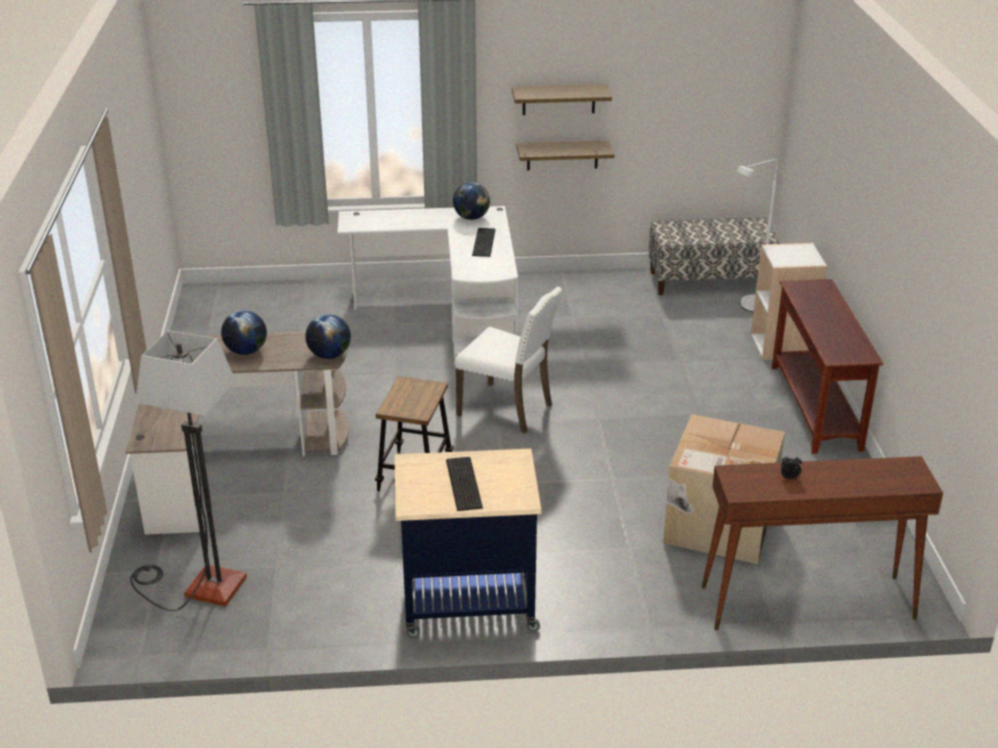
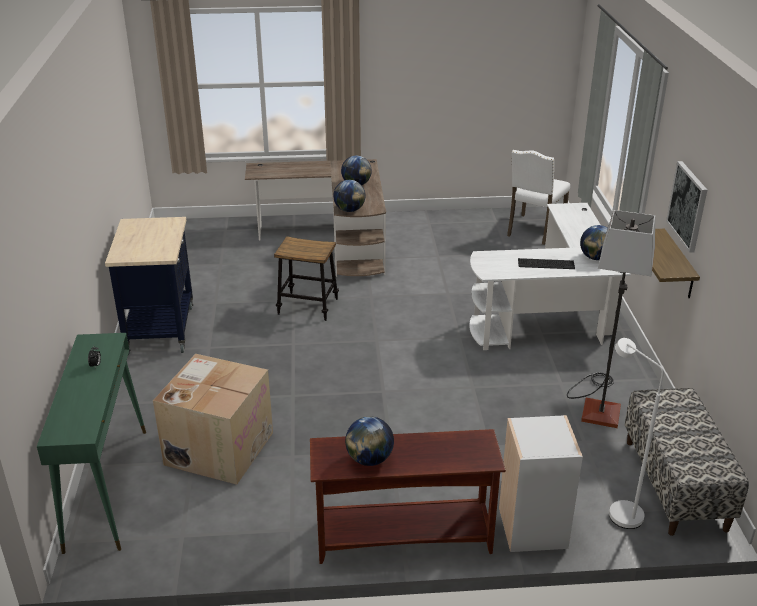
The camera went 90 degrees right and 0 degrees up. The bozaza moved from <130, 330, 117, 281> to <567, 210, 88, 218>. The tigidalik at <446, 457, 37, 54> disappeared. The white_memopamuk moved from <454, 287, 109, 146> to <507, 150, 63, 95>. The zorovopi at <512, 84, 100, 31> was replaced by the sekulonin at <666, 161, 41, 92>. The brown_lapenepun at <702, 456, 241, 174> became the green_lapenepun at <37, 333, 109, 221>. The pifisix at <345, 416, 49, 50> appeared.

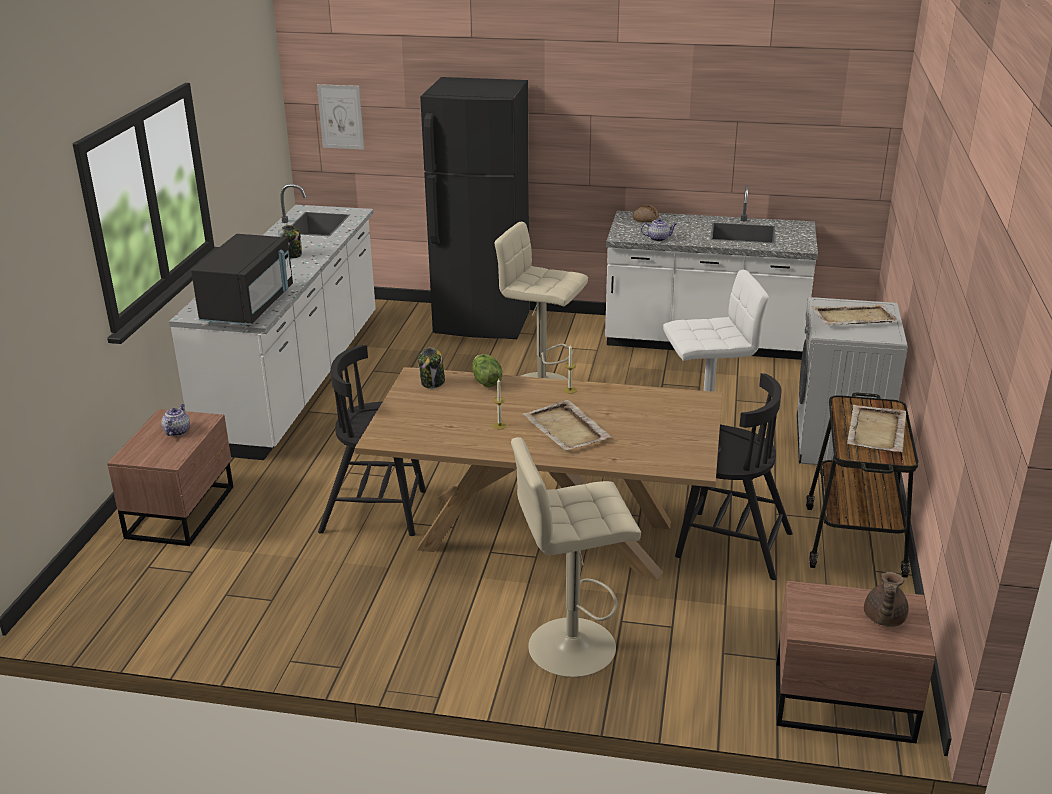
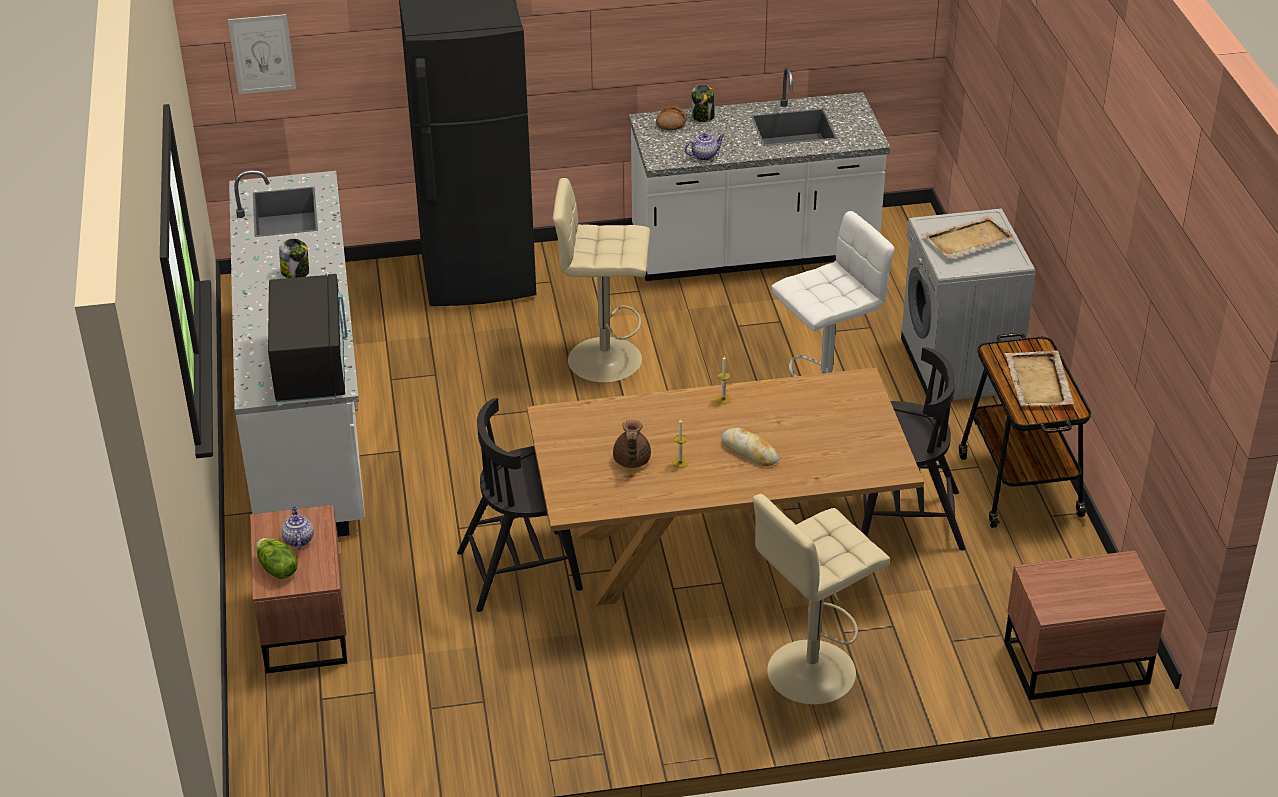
The camera went 20 degrees left and 10 degrees up. The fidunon moved from <418, 348, 27, 41> to <691, 84, 24, 38>. The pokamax moved from <472, 354, 30, 33> to <256, 538, 42, 41>. The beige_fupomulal at <522, 400, 90, 51> was replaced by the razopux at <721, 428, 58, 38>. The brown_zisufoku moved from <864, 572, 45, 55> to <613, 420, 38, 48>.

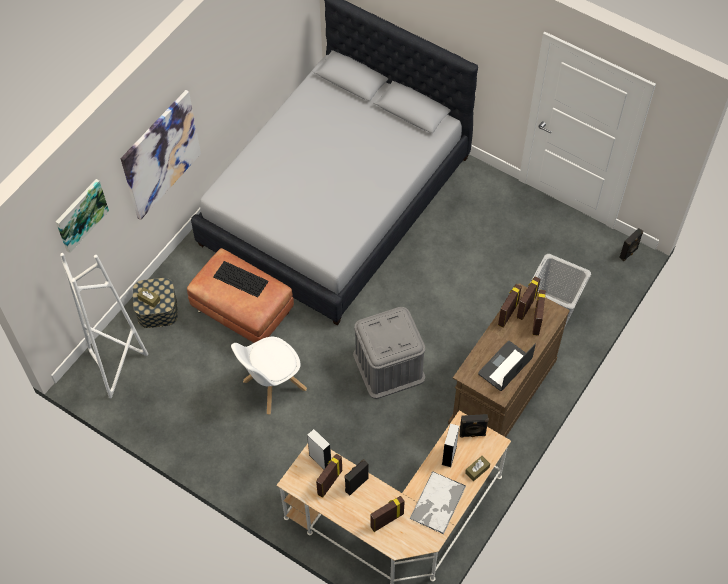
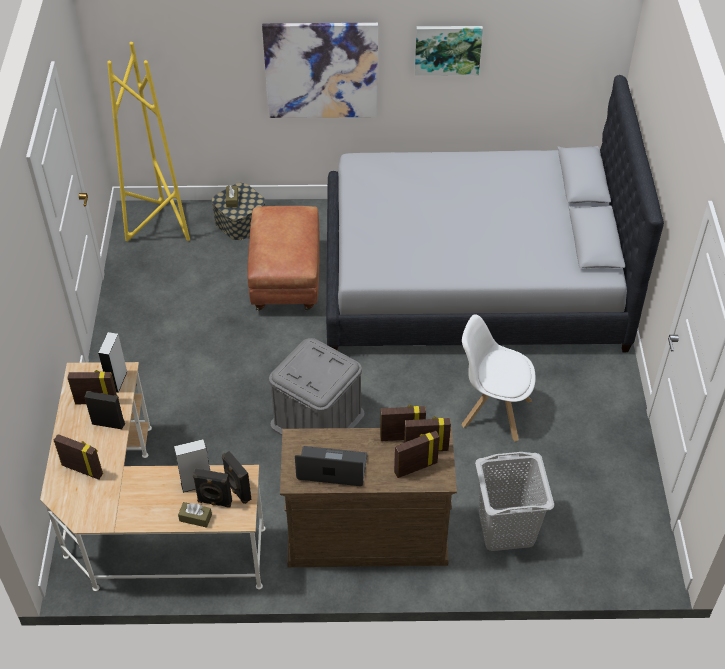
The camera went 55 degrees right and 10 degrees down. The sekulonin moved from <56, 179, 53, 74> to <415, 26, 68, 50>. The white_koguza at <60, 253, 88, 145> became the yellow_koguza at <107, 42, 83, 199>. The tigidalik at <213, 261, 56, 37> disappeared. The white_memopamuk moved from <231, 337, 76, 78> to <461, 314, 75, 128>. The fupomulal at <409, 471, 57, 63> disappeared. The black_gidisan moved from <619, 228, 24, 33> to <193, 468, 39, 40>.

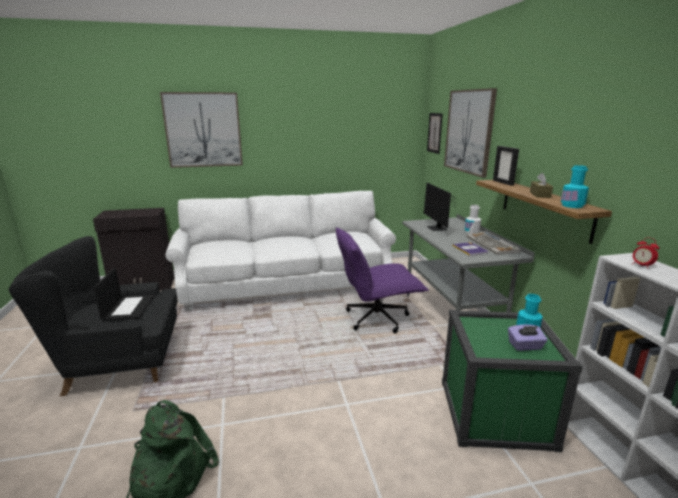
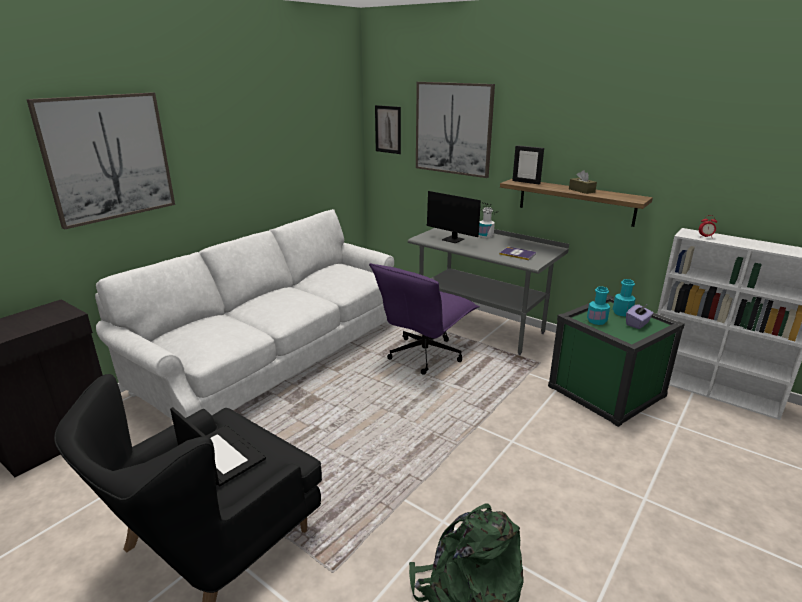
The camera went 40 degrees left and 5 degrees up. The tigidalik at <466, 232, 55, 23> disappeared. The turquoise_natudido moved from <561, 165, 28, 43> to <587, 286, 23, 39>.

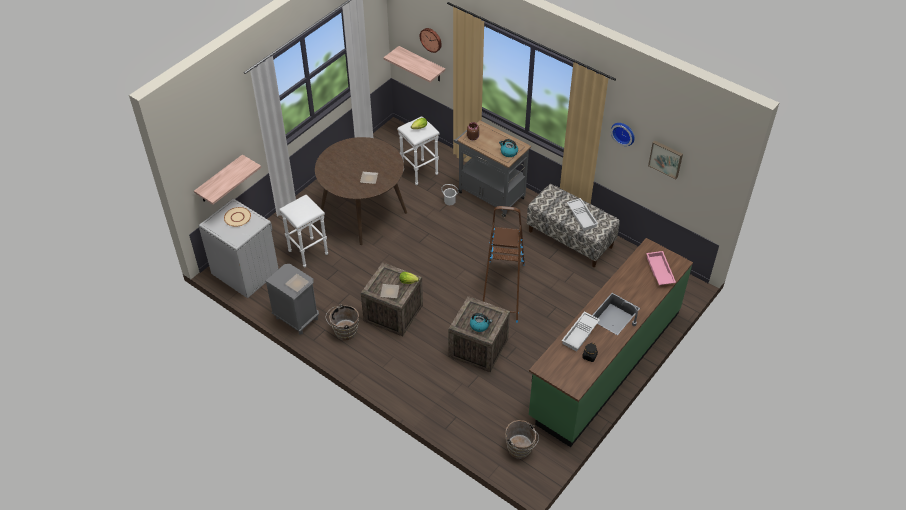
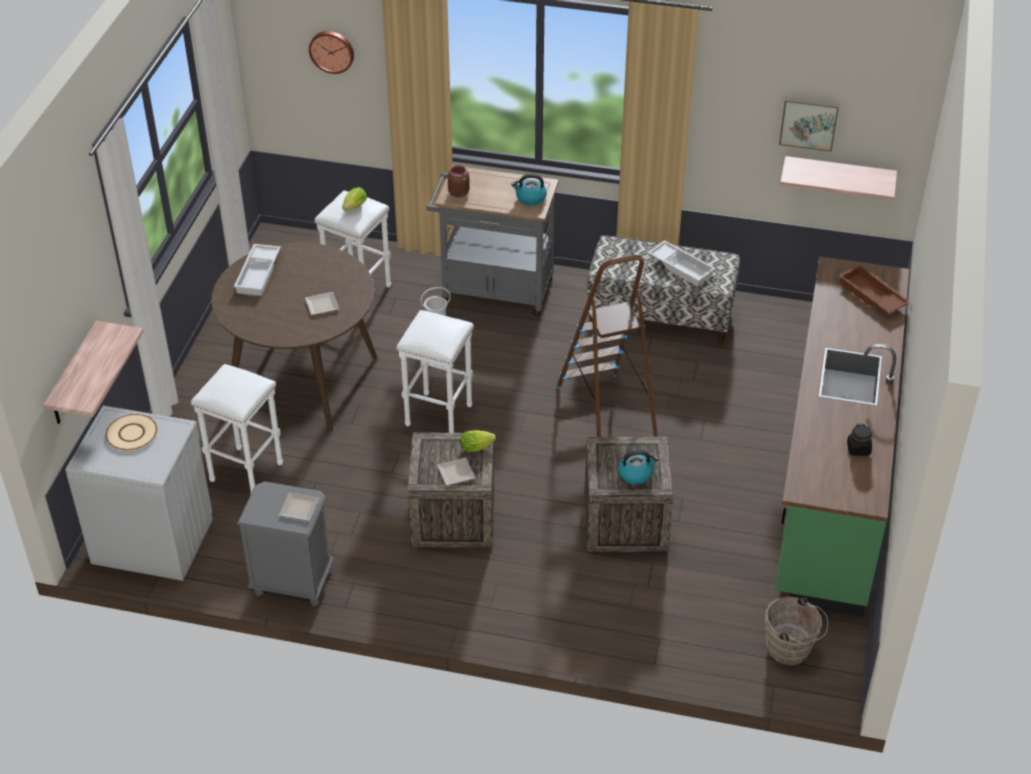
The camera went 25 degrees left and 5 degrees down. The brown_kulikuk at <326, 304, 33, 37> disappeared. The zorovopi moved from <384, 46, 61, 36> to <780, 156, 117, 45>. The white_fupomulal moved from <562, 312, 38, 39> to <234, 244, 47, 52>. The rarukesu at <611, 123, 24, 23> disappeared. The pink_fupomulal at <646, 251, 30, 34> became the brown_fupomulal at <839, 265, 71, 49>. The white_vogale at <397, 310, 77, 123> appeared.

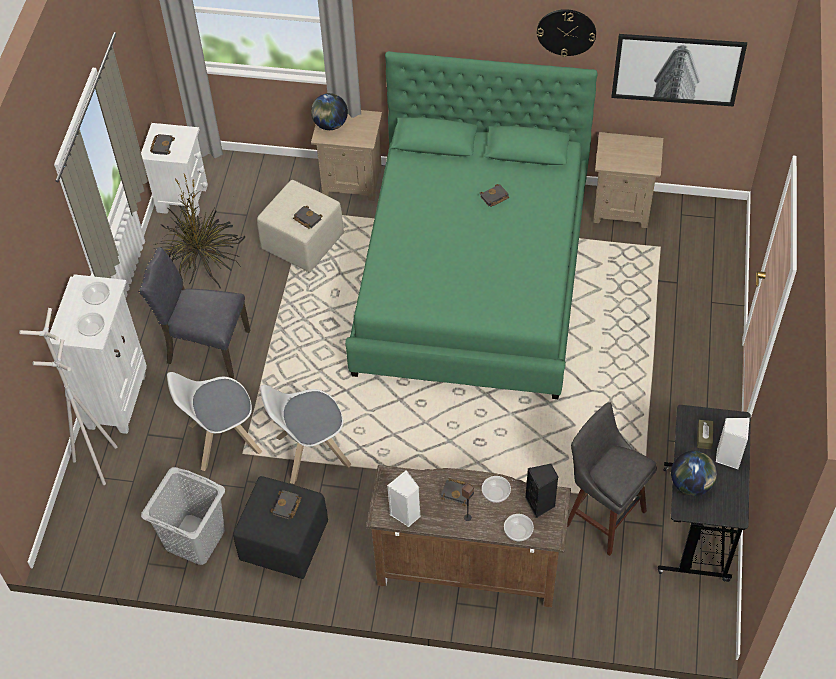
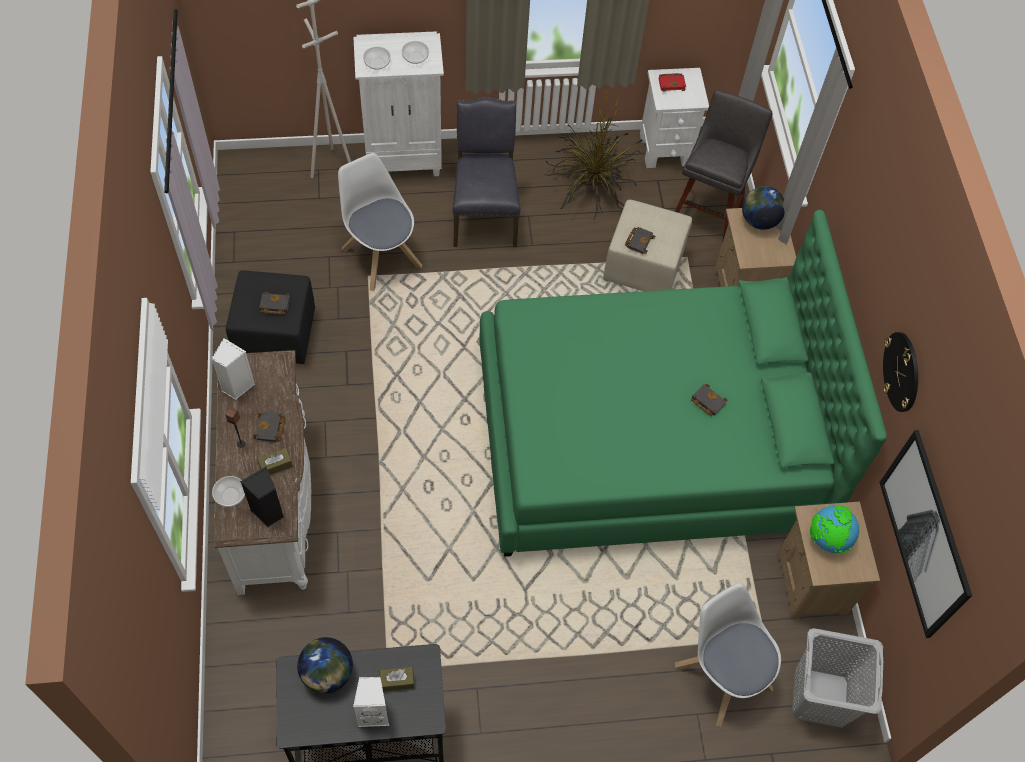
The camera went 70 degrees right and 5 degrees up. The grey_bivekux moved from <141, 467, 84, 98> to <792, 628, 91, 100>. The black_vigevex at <150, 134, 25, 21> became the red_vigevex at <659, 73, 27, 19>. The memopamuk moved from <260, 385, 91, 99> to <675, 583, 106, 144>. The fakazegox at <482, 476, 29, 27> was replaced by the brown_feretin at <257, 448, 36, 27>. The grey_vogale moved from <567, 402, 90, 154> to <675, 90, 98, 153>. The pifisix at <810, 505, 49, 49> appeared.

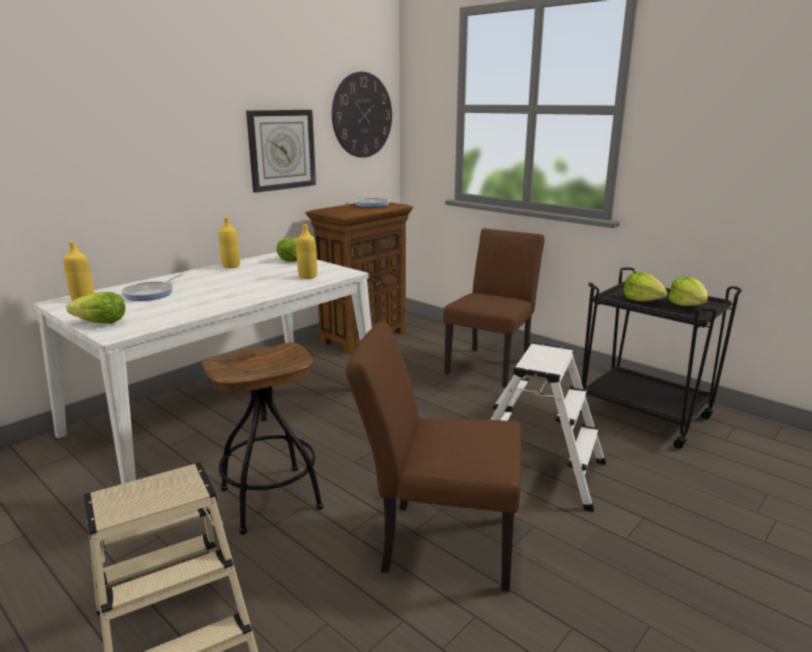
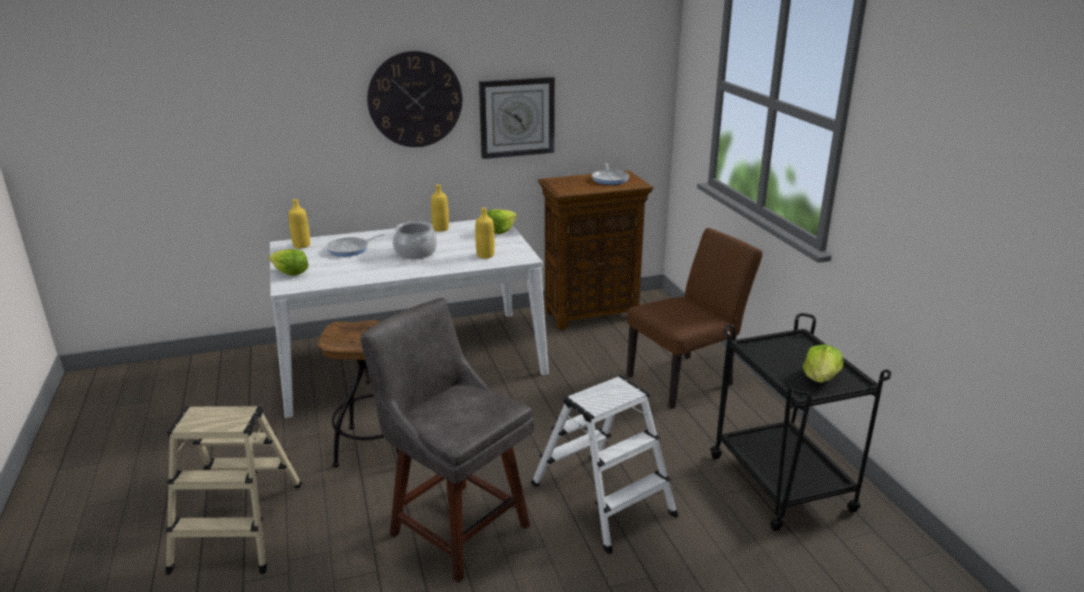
The camera went 30 degrees right and 5 degrees up. The rarukesu moved from <332, 72, 60, 86> to <367, 51, 95, 96>. The brown_memopamuk at <346, 322, 175, 270> was replaced by the grey_vogale at <360, 298, 175, 285>. The pokamax at <623, 272, 45, 29> disappeared. The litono at <393, 221, 44, 38> appeared.

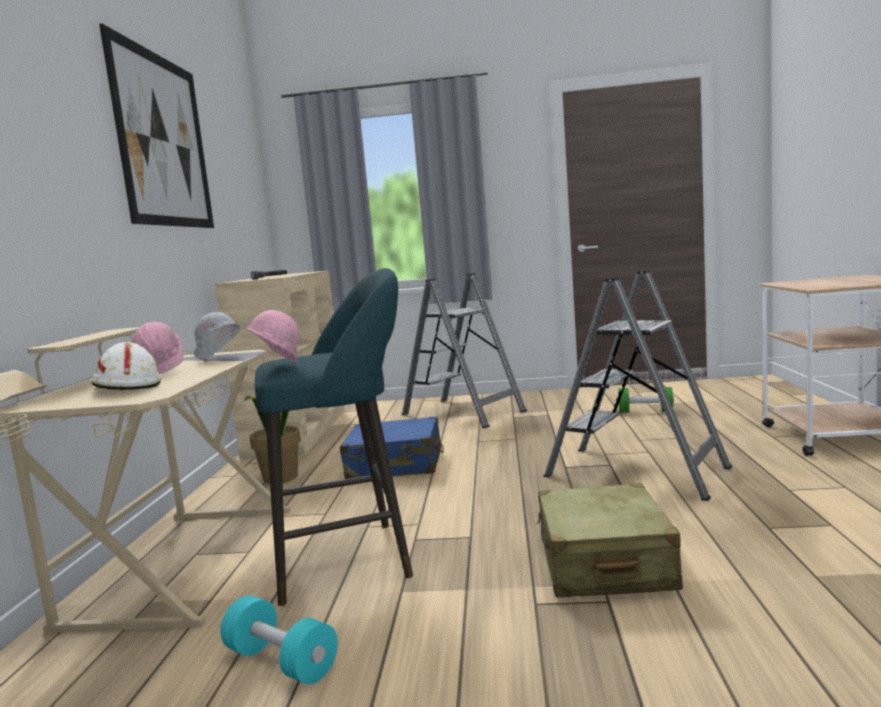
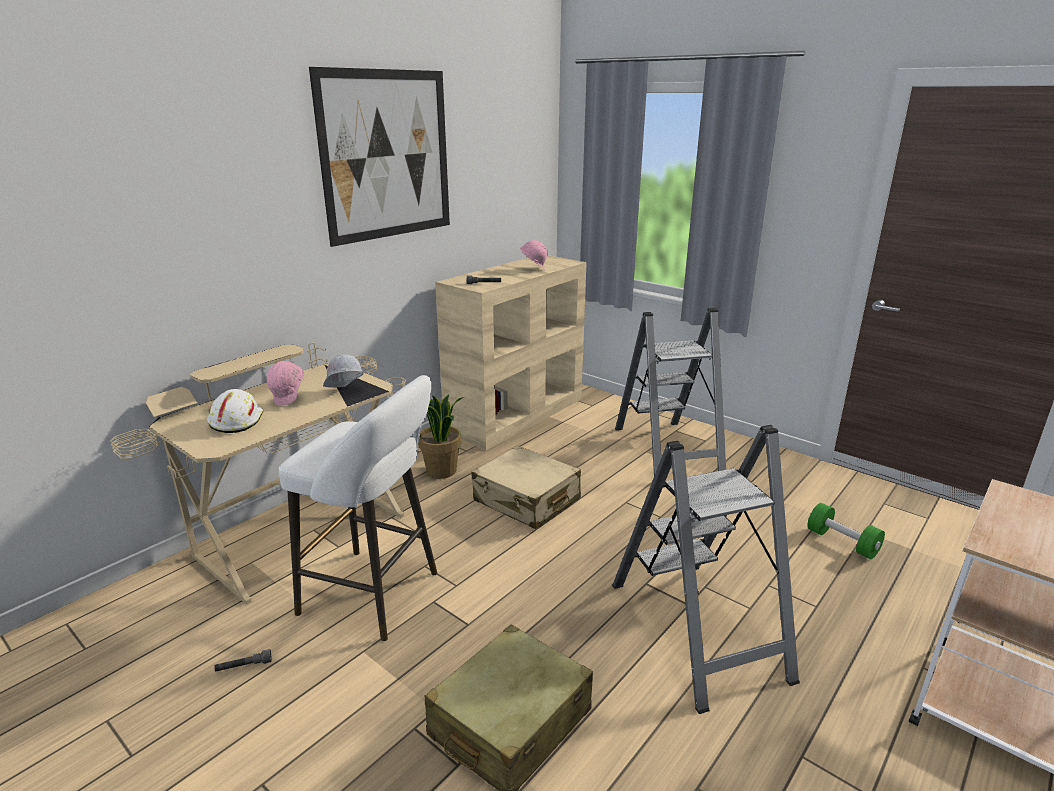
The camera went 35 degrees right and 15 degrees up. The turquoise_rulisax at <220, 595, 118, 90> was replaced by the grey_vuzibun at <215, 649, 57, 22>. The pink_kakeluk moved from <245, 310, 54, 54> to <520, 240, 28, 30>. The turquoise_vogale at <255, 268, 158, 338> became the white_vogale at <279, 375, 158, 266>. The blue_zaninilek at <340, 416, 104, 63> became the beige_zaninilek at <472, 446, 109, 83>.

